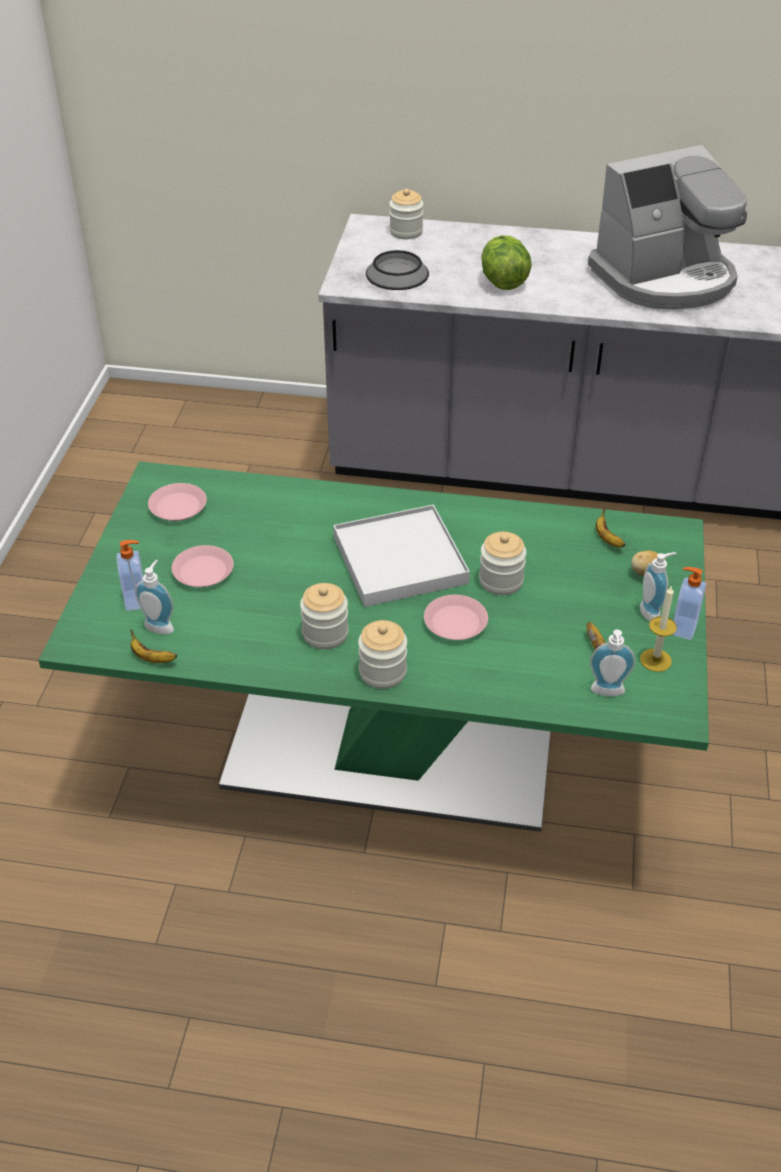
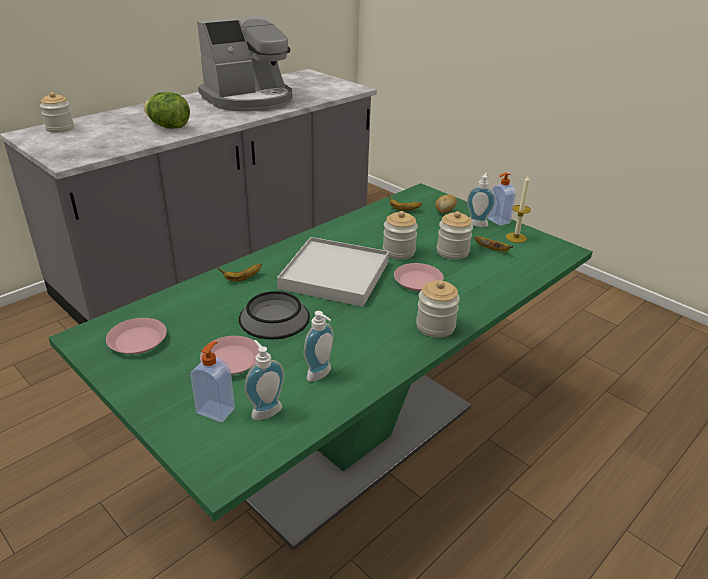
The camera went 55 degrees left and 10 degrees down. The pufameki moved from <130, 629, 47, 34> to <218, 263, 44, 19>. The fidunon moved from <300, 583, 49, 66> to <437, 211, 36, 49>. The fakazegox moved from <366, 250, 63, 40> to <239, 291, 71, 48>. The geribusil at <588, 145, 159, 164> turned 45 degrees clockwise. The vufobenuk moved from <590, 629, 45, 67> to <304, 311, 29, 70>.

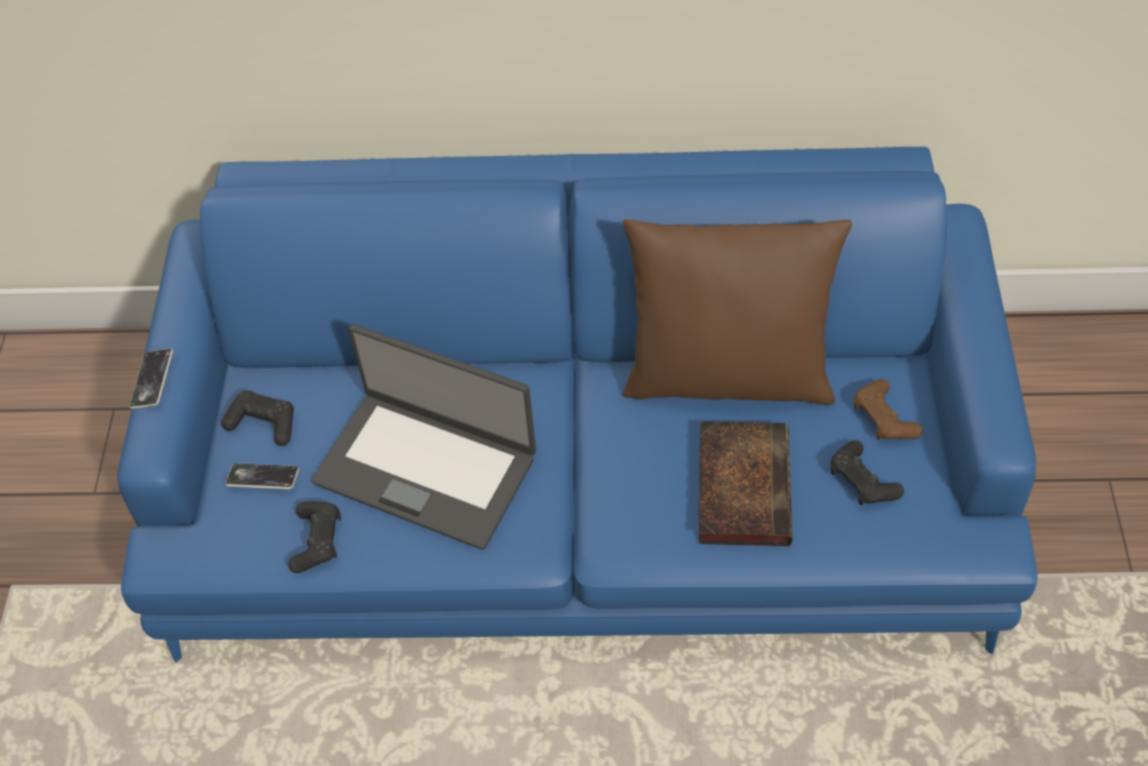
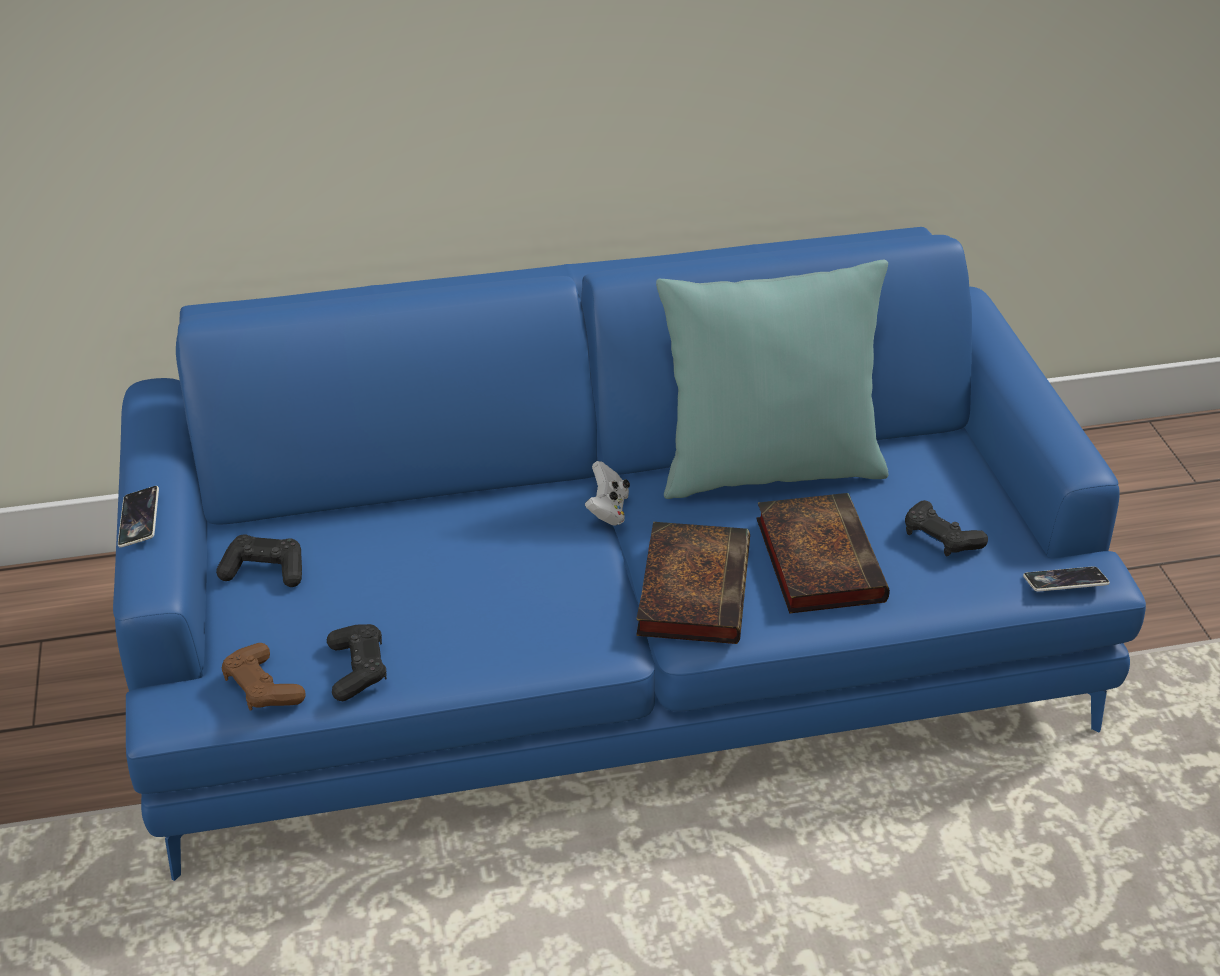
The camera went 15 degrees left and 15 degrees down. The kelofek moved from <225, 463, 74, 26> to <1023, 566, 87, 25>. The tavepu at <312, 324, 224, 226> disappeared. The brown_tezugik at <623, 219, 229, 186> became the turquoise_tezugik at <656, 260, 233, 239>. The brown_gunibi moved from <854, 379, 69, 61> to <221, 643, 85, 68>. The white_gunibi at <585, 461, 45, 65> appeared. The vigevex at <636, 522, 114, 122> appeared.

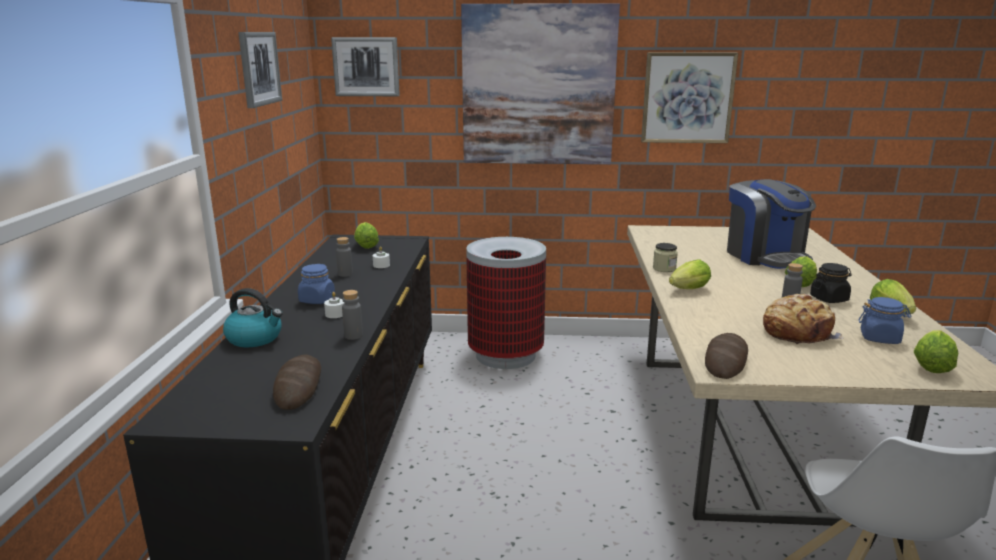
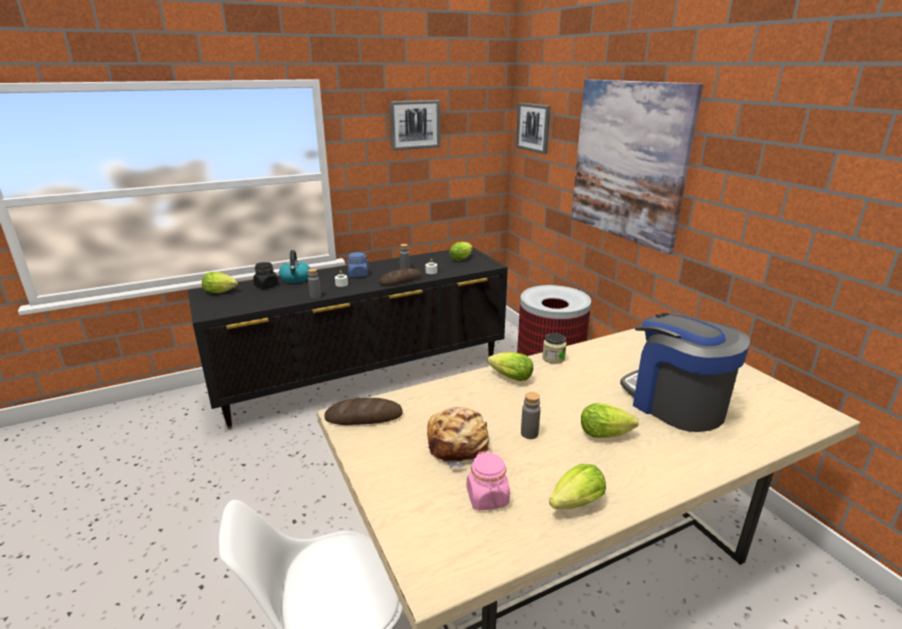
The camera went 60 degrees right and 5 degrees up. The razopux moved from <273, 354, 48, 56> to <379, 268, 43, 18>. The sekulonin at <641, 52, 97, 91> disappeared. The geribusil at <727, 179, 89, 90> turned 105 degrees clockwise. The black_fidunon moved from <810, 263, 42, 40> to <253, 262, 26, 27>. The blue_fidunon at <859, 297, 52, 47> became the pink_fidunon at <467, 451, 43, 60>. The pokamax moved from <914, 330, 44, 43> to <202, 272, 36, 21>.

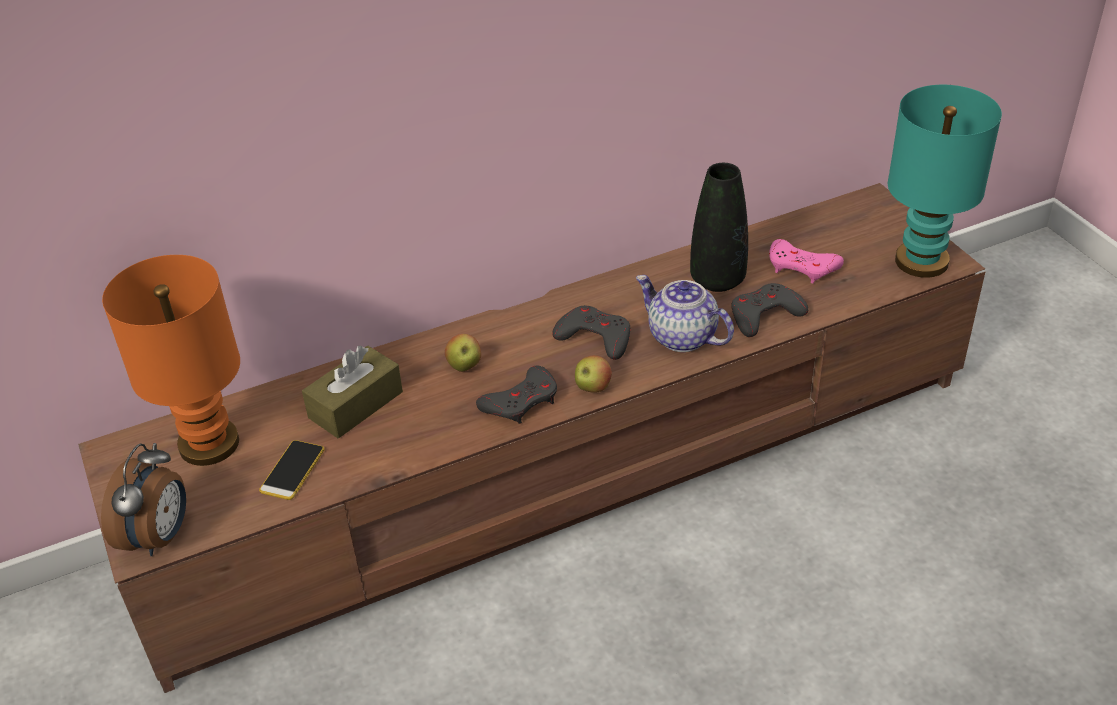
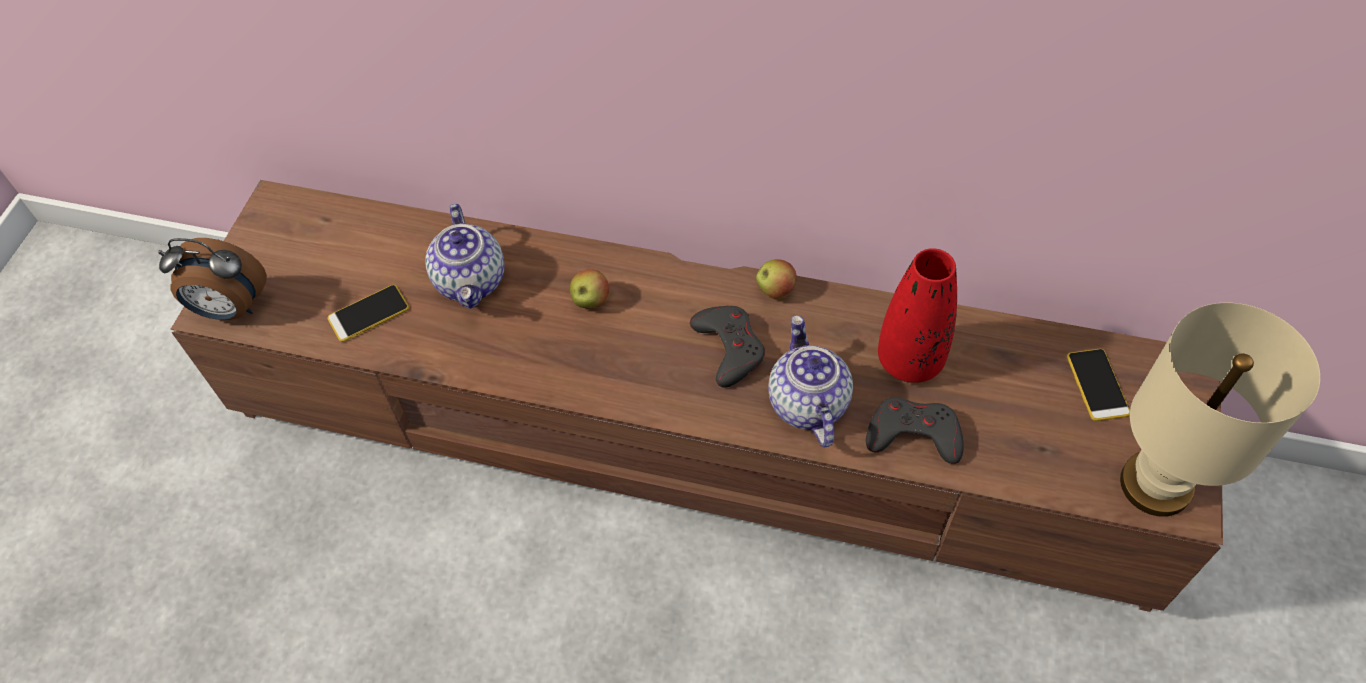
The camera went 40 degrees right and 15 degrees up. The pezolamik at <101, 443, 85, 113> turned 45 degrees clockwise. The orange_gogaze at <102, 255, 138, 211> disappeared. The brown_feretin at <302, 345, 101, 93> was replaced by the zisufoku at <425, 204, 80, 105>. The grey_gunibi at <476, 366, 81, 58> disappeared. The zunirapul moved from <575, 355, 37, 38> to <756, 259, 41, 41>. The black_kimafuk at <690, 163, 58, 129> became the red_kimafuk at <878, 248, 79, 135>. The pink_gunibi at <769, 239, 75, 44> disappeared. The turquoise_gogaze at <888, 85, 114, 193> became the beige_gogaze at <1120, 303, 200, 214>. The kelofek at <1067, 349, 63, 72> appeared.

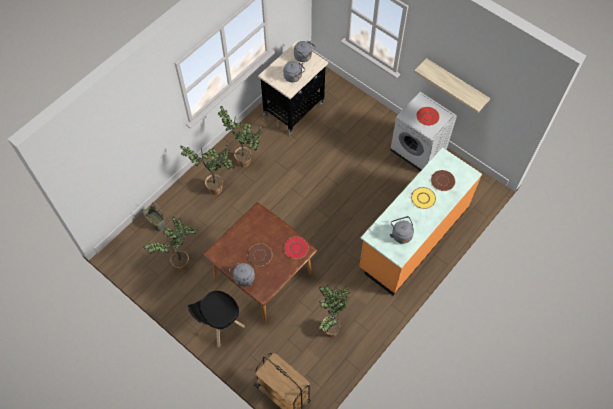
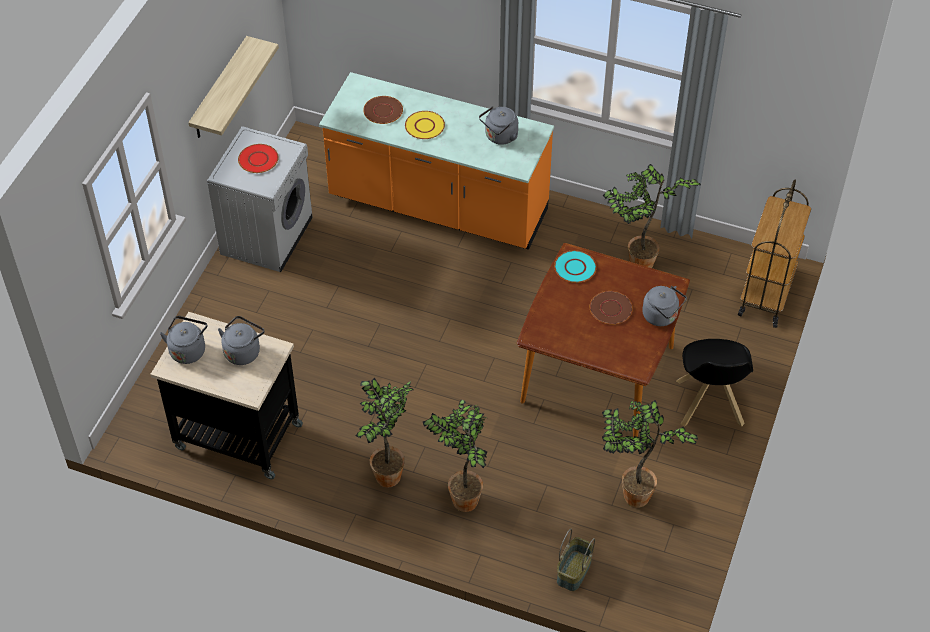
The camera went 110 degrees left and 10 degrees down. The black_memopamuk at <188, 291, 57, 57> turned 60 degrees clockwise. The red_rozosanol at <284, 237, 25, 22> became the turquoise_rozosanol at <554, 250, 43, 33>.

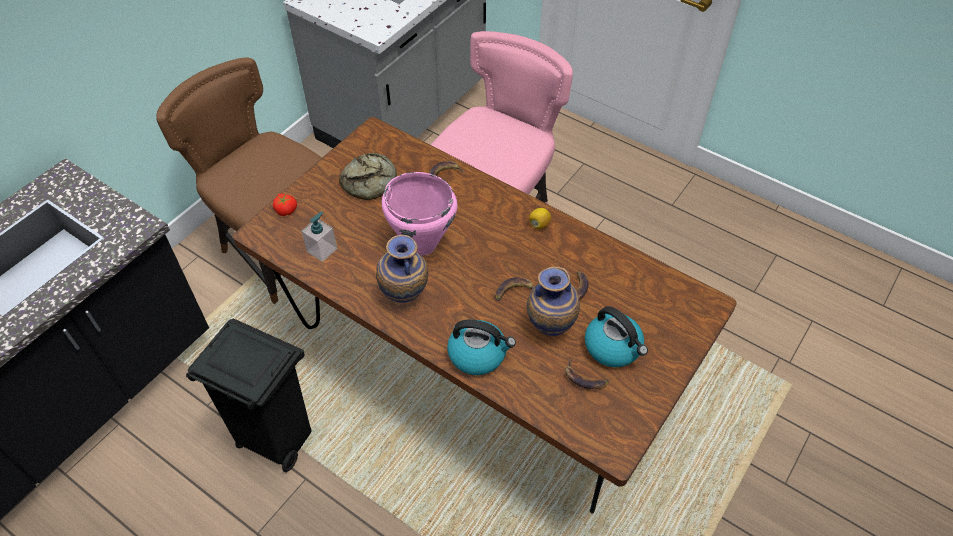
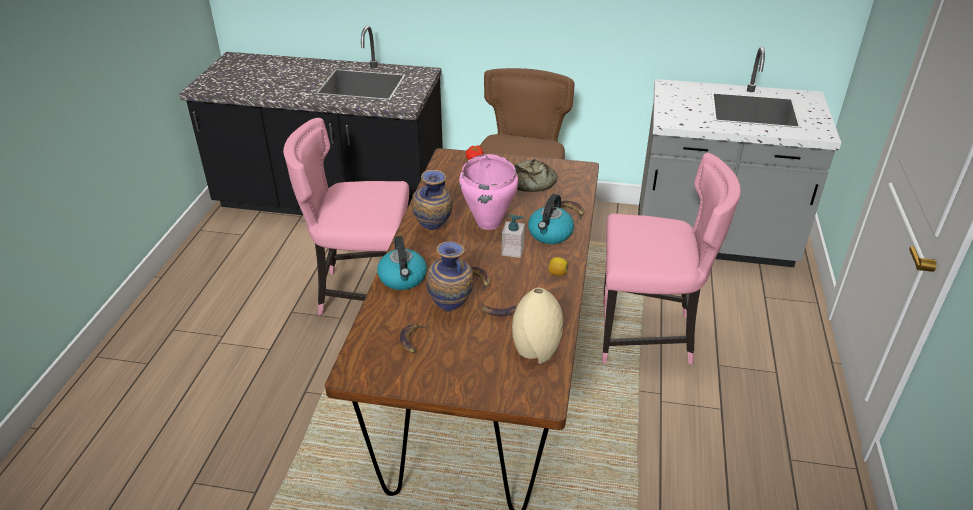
The camera went 65 degrees right and 15 degrees down. The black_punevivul at <186, 318, 126, 154> was replaced by the pink_memopamuk at <283, 118, 126, 197>. The vufobenuk moved from <301, 211, 36, 51> to <502, 215, 23, 43>. The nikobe moved from <585, 306, 63, 61> to <528, 194, 46, 50>. The beige_kimafuk at <512, 288, 51, 76> appeared.

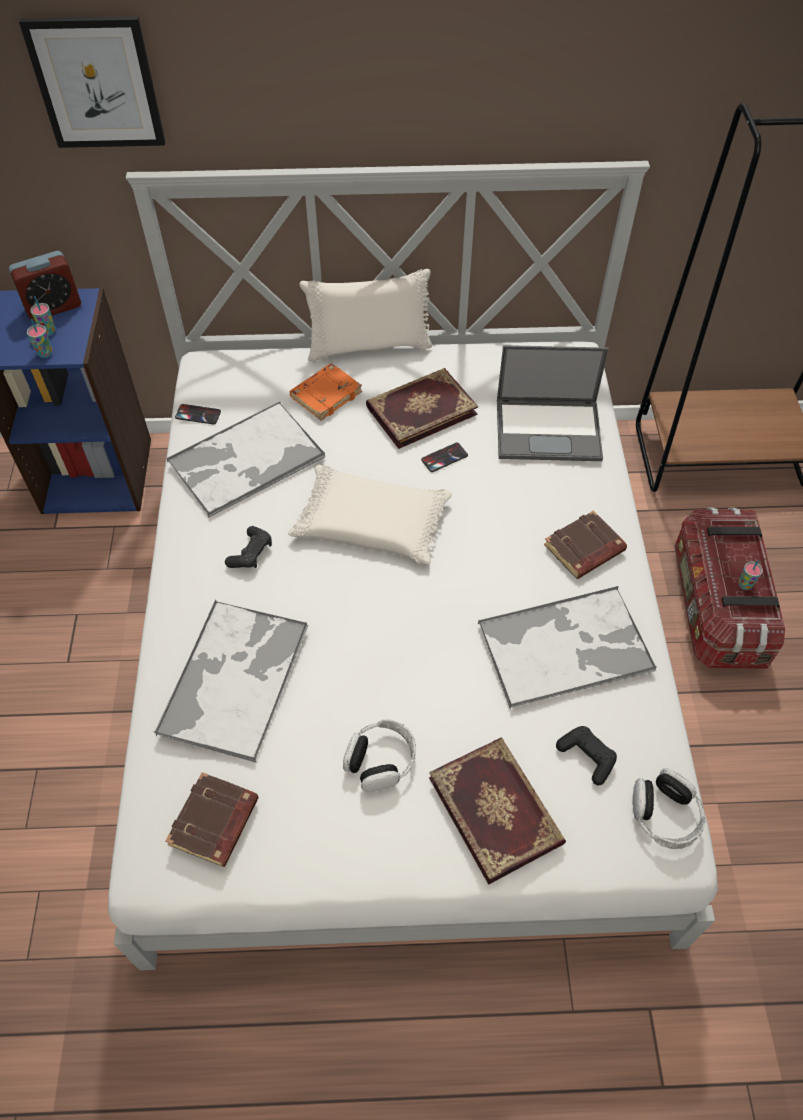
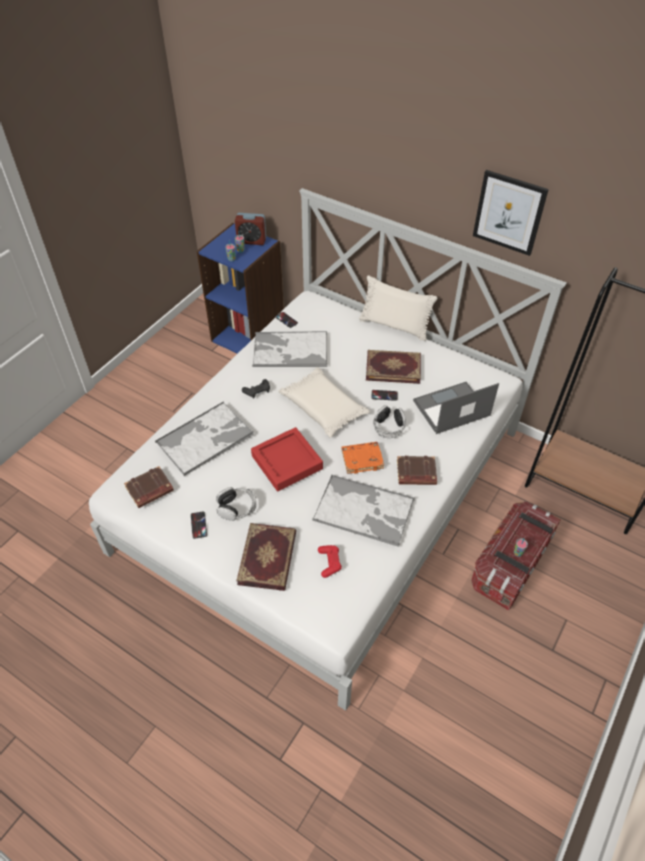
The camera went 35 degrees right and 5 degrees down. The sekulonin moved from <19, 16, 146, 132> to <473, 170, 76, 86>. The orange_vigevex moved from <289, 363, 73, 57> to <342, 442, 42, 32>. The tavepu at <497, 345, 112, 116> turned 120 degrees clockwise. The black_gunibi at <556, 726, 61, 59> became the red_gunibi at <318, 545, 24, 33>. The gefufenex moved from <633, 768, 73, 81> to <373, 405, 33, 33>. The kelofek at <191, 511, 16, 28> appeared. The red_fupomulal at <251, 427, 72, 64> appeared.

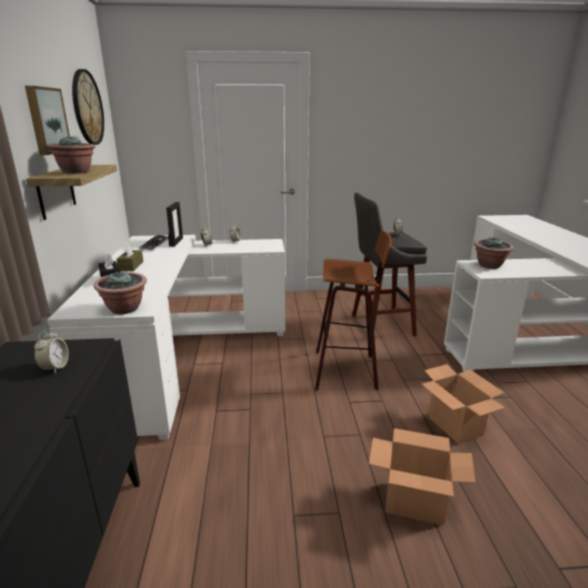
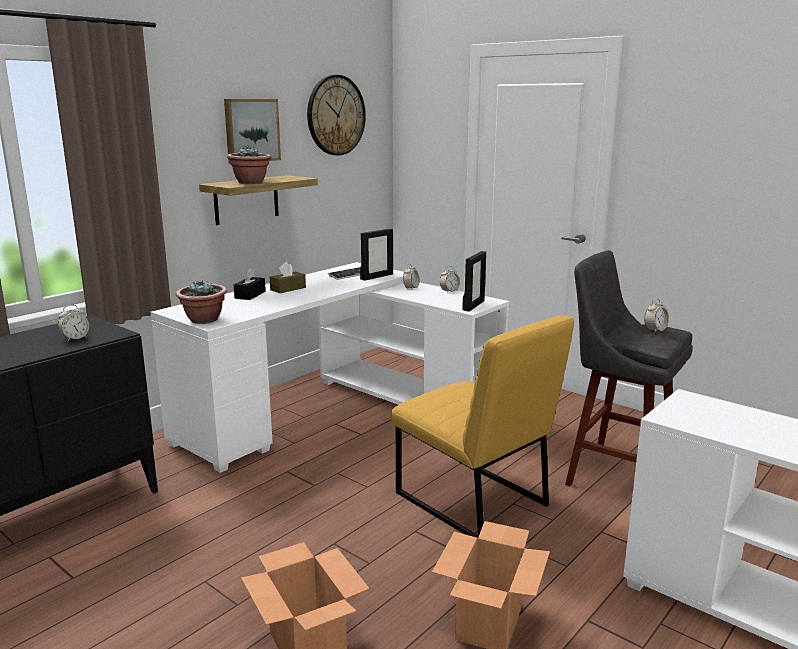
The camera went 45 degrees right and 5 degrees down. The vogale at <315, 230, 77, 161> was replaced by the yellow_memopamuk at <391, 315, 183, 223>. The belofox at <474, 237, 40, 32> disappeared. The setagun at <462, 251, 24, 61> appeared.

